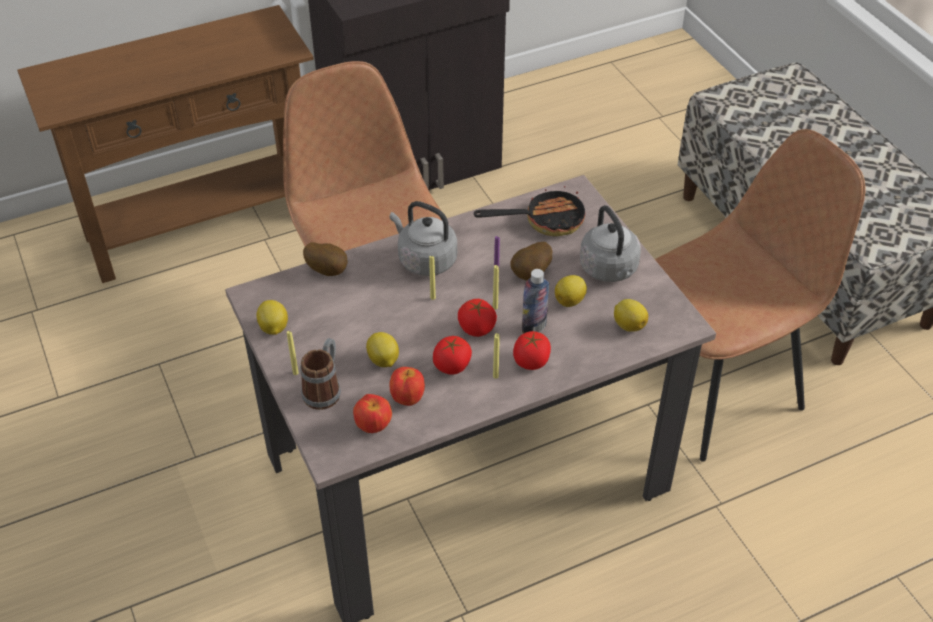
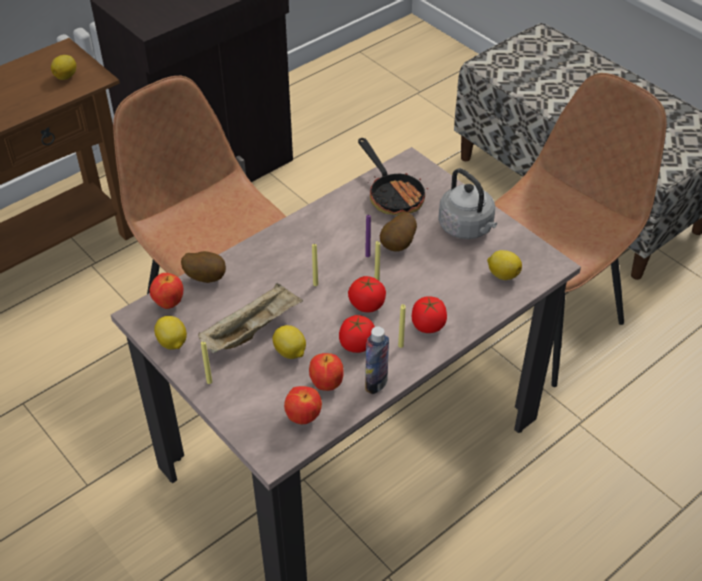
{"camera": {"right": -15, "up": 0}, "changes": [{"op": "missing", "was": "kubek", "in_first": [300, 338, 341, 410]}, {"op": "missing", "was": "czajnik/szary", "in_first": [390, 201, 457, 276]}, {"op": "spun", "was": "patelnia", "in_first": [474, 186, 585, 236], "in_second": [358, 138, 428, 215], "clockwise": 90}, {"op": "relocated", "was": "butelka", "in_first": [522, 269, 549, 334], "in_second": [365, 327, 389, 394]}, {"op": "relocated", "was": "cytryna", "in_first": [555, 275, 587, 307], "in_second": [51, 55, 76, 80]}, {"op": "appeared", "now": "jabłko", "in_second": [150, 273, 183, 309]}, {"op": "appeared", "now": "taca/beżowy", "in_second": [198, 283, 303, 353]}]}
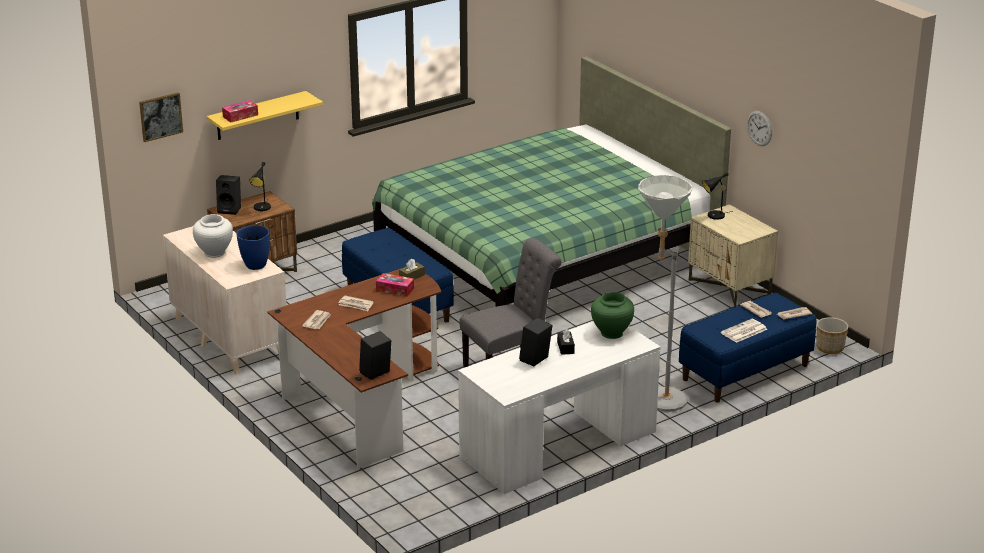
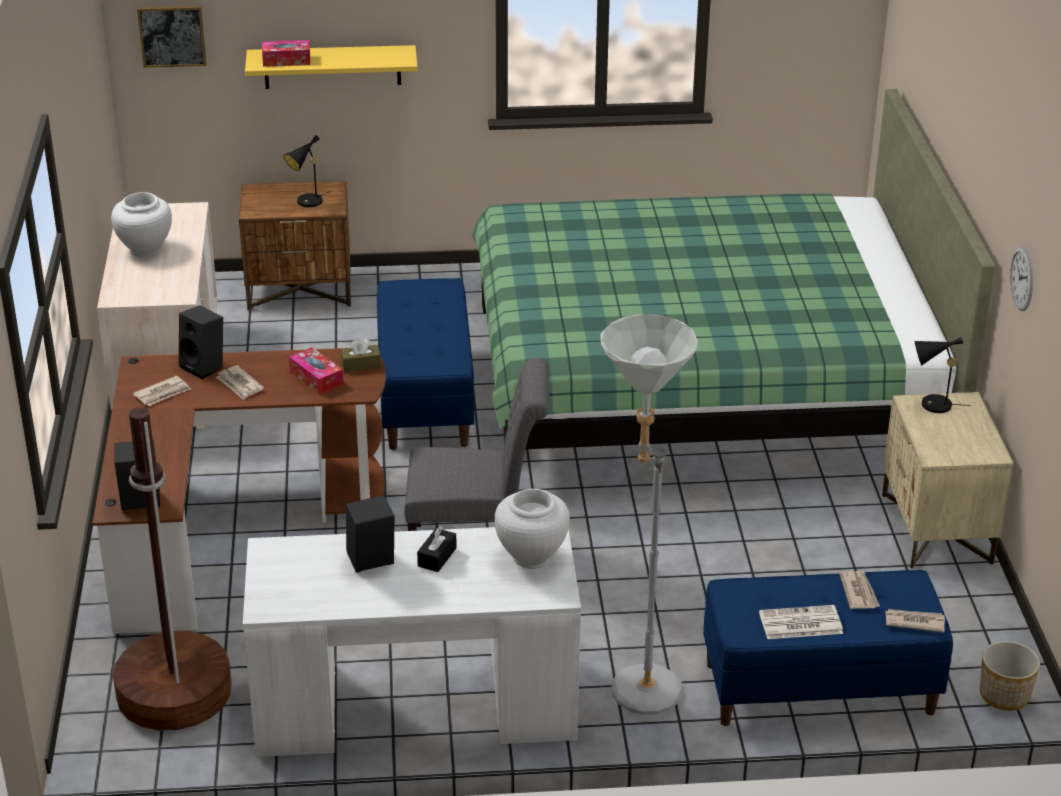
{"camera": {"right": 30, "up": 5}, "changes": [{"op": "relocated", "was": "głośnik/czarny", "in_first": [216, 175, 241, 215], "in_second": [179, 305, 223, 379]}, {"op": "missing", "was": "wazon/niebieski", "in_first": [236, 225, 270, 270]}, {"op": "colour", "was": "wazon/zielony", "now": "wazon/biały", "in_first": [591, 292, 634, 339], "in_second": [495, 489, 570, 569]}, {"op": "appeared", "now": "lampa stojąca/brązowy", "in_second": [113, 407, 232, 731]}]}
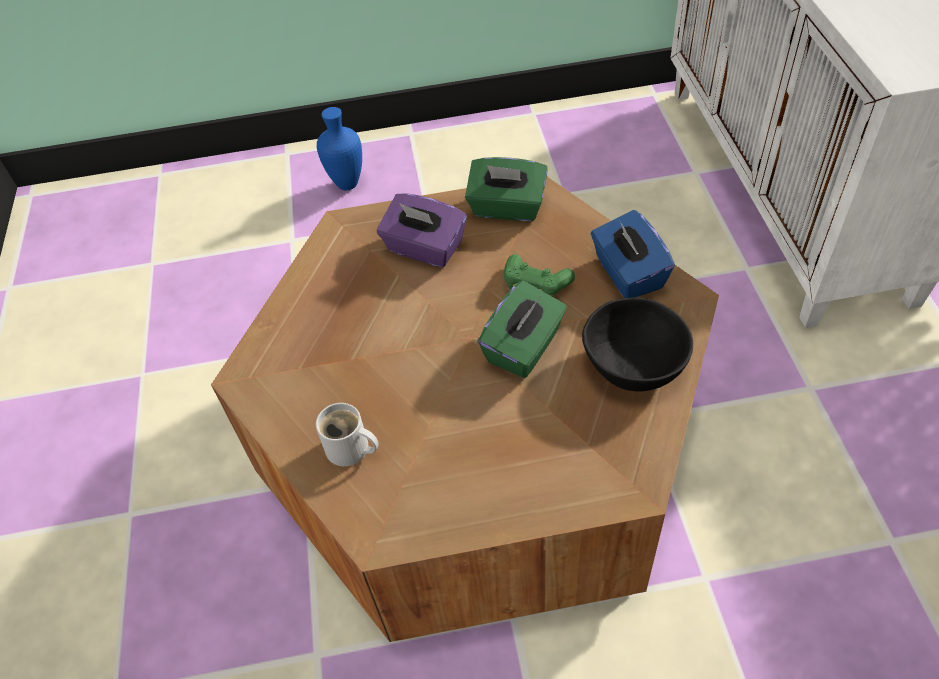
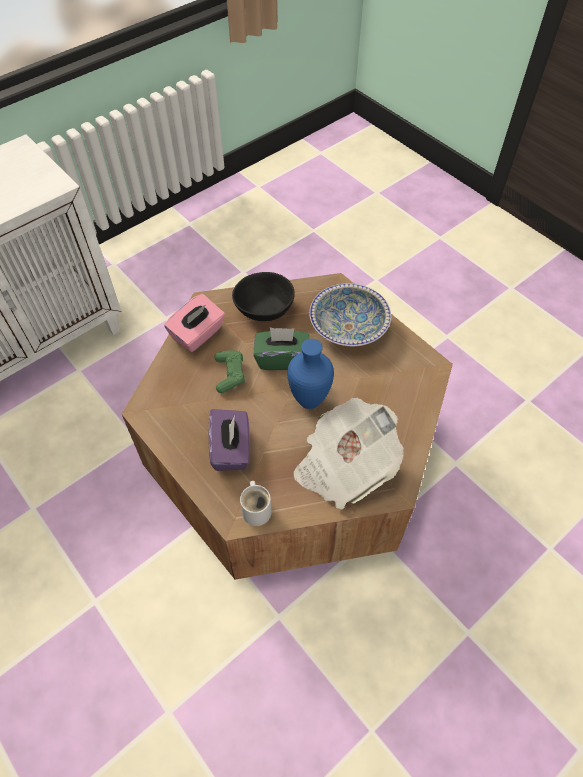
{"camera": {"right": -125, "up": 5}, "changes": [{"op": "relocated", "was": "kubek/biały", "in_first": [316, 403, 379, 466], "in_second": [240, 481, 272, 526]}, {"op": "relocated", "was": "wazon/niebieski", "in_first": [317, 107, 362, 190], "in_second": [287, 339, 334, 409]}, {"op": "missing", "was": "pudełko chusteczek/zielony", "in_first": [465, 157, 548, 221]}, {"op": "colour", "was": "pudełko chusteczek/niebieski", "now": "pudełko chusteczek/różowy", "in_first": [591, 210, 675, 298], "in_second": [164, 294, 225, 352]}, {"op": "appeared", "now": "gazeta", "in_second": [293, 398, 404, 510]}, {"op": "appeared", "now": "miska", "in_second": [309, 283, 391, 346]}]}
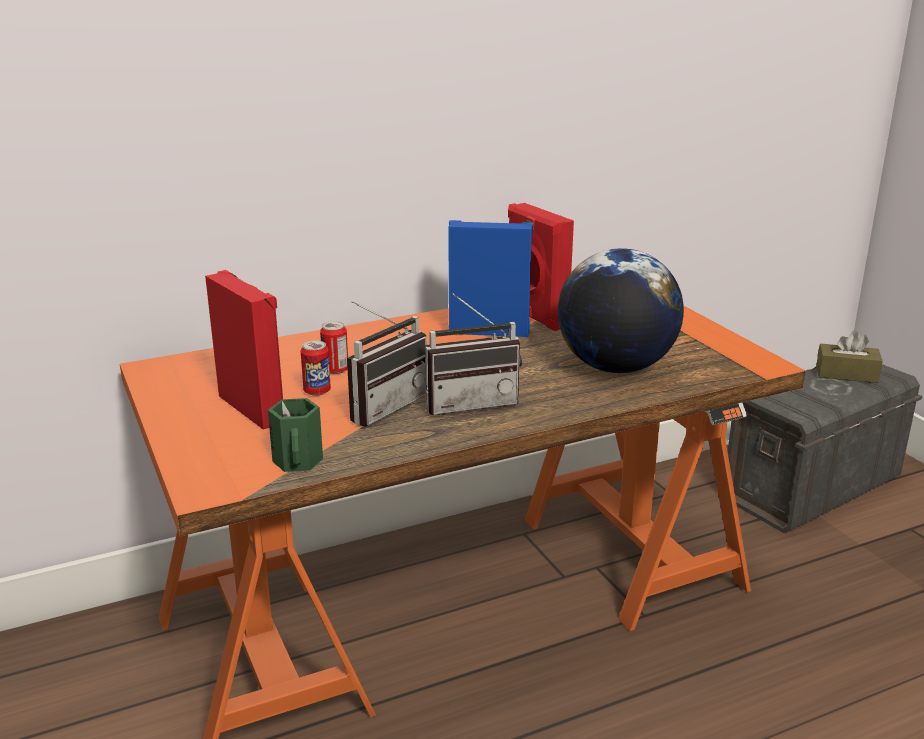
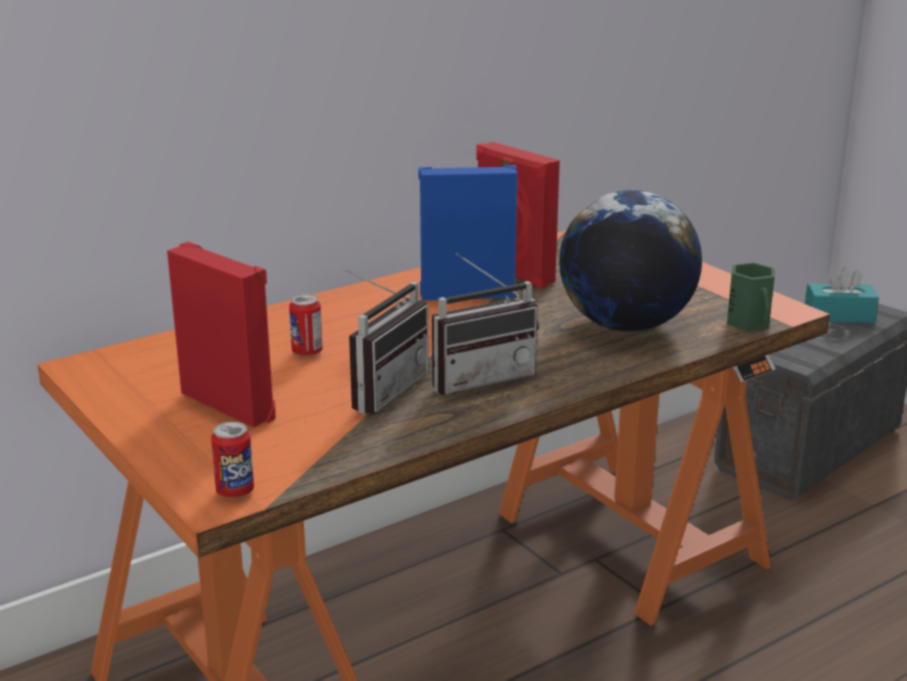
{"camera": {"right": -10, "up": 0}, "changes": [{"op": "relocated", "was": "kubek/zielony", "in_first": [268, 398, 323, 472], "in_second": [727, 263, 775, 331]}, {"op": "relocated", "was": "puszka", "in_first": [301, 341, 331, 396], "in_second": [211, 422, 254, 499]}, {"op": "colour", "was": "pudełko chusteczek/brązowy", "now": "pudełko chusteczek/turkusowy", "in_first": [816, 330, 883, 383], "in_second": [805, 266, 879, 323]}]}
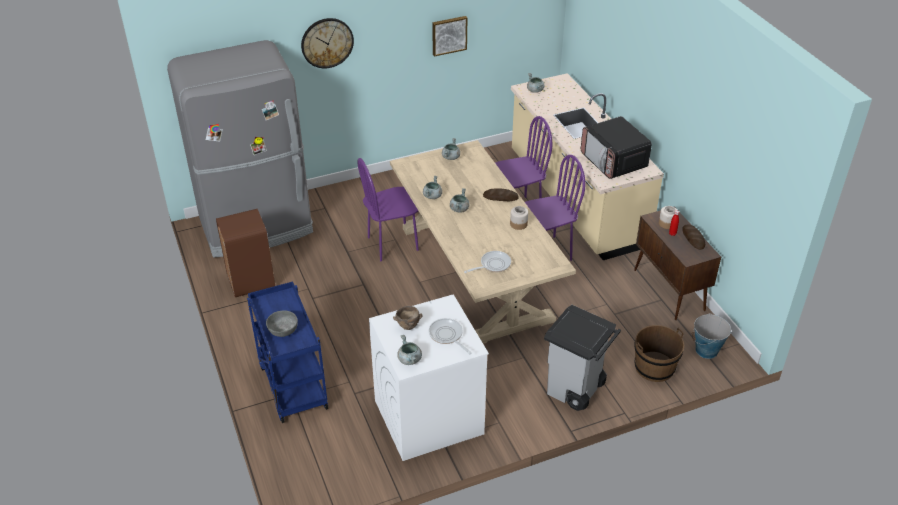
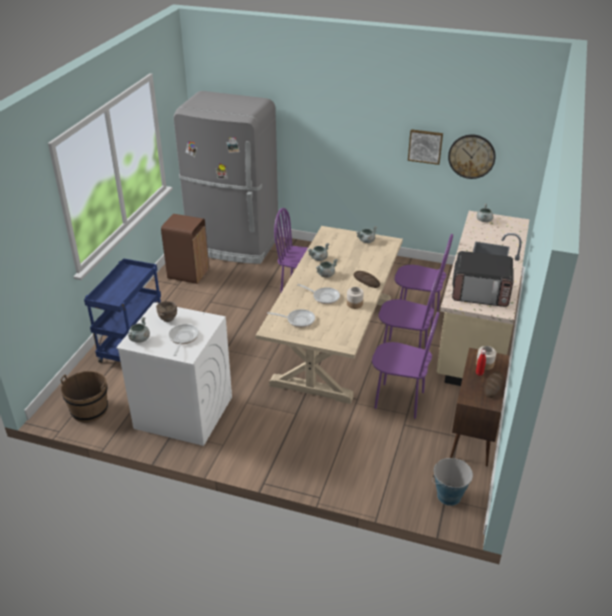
{"camera": {"right": 40, "up": -5}, "changes": [{"op": "missing", "was": "miska/szary", "in_first": [266, 310, 298, 337]}, {"op": "relocated", "was": "zegar ścienny", "in_first": [301, 18, 354, 68], "in_second": [448, 135, 496, 179]}, {"op": "missing", "was": "kosz na śmieci/szary", "in_first": [544, 305, 621, 411]}, {"op": "spun", "was": "mikrofalówka", "in_first": [581, 116, 652, 179], "in_second": [452, 251, 514, 307], "clockwise": -90}, {"op": "relocated", "was": "wiadro/brązowy", "in_first": [634, 325, 684, 382], "in_second": [60, 371, 108, 422]}, {"op": "appeared", "now": "patelnia", "in_second": [297, 284, 340, 304]}, {"op": "appeared", "now": "krzesło/fioletowy", "in_second": [372, 312, 440, 419]}]}
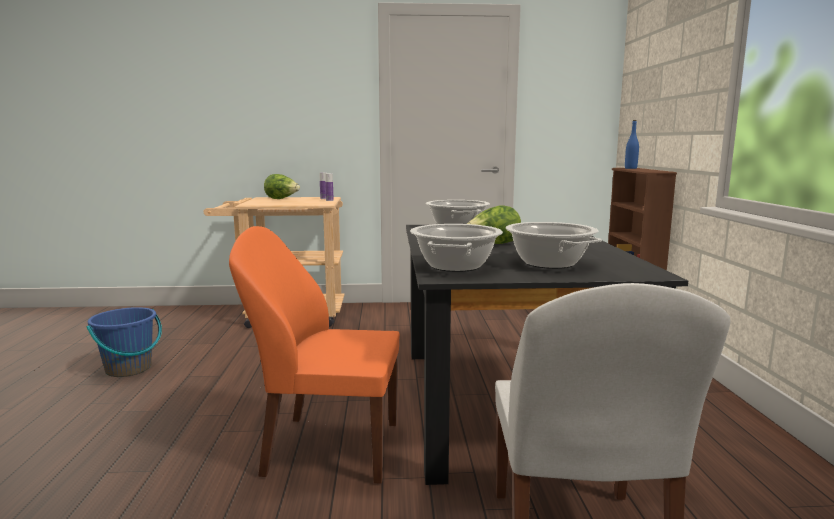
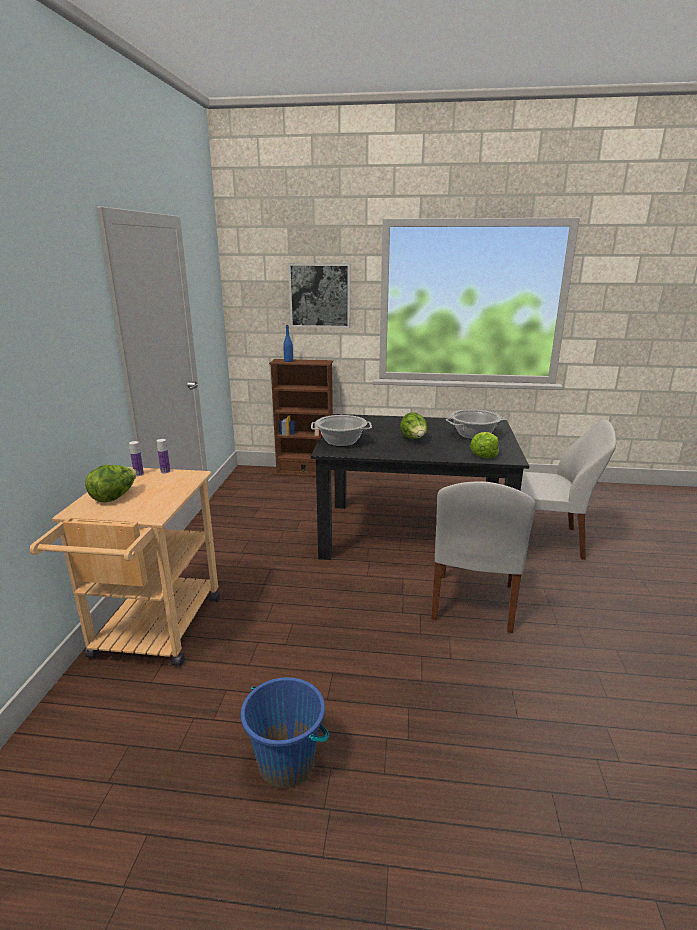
{"camera": {"right": -80, "up": 10}, "changes": [{"op": "colour", "was": "krzesło/pomarańczowy", "now": "krzesło/biały", "in_first": [229, 226, 400, 484], "in_second": [431, 481, 536, 633]}, {"op": "exchanged", "was": "garnek", "now": "sałata", "in_first": [410, 224, 503, 272], "in_second": [470, 432, 499, 458]}, {"op": "appeared", "now": "obraz", "in_second": [288, 263, 350, 328]}]}
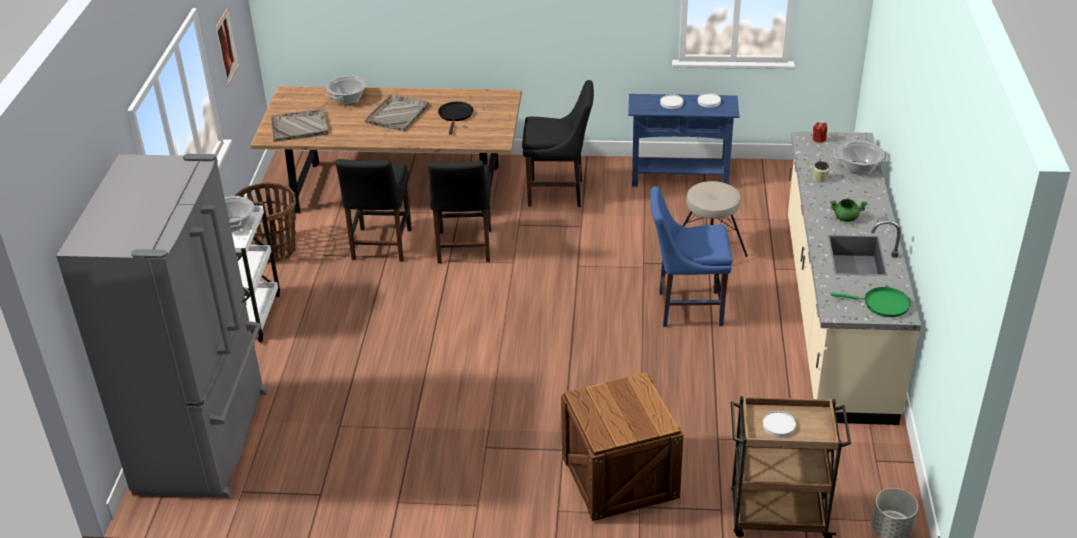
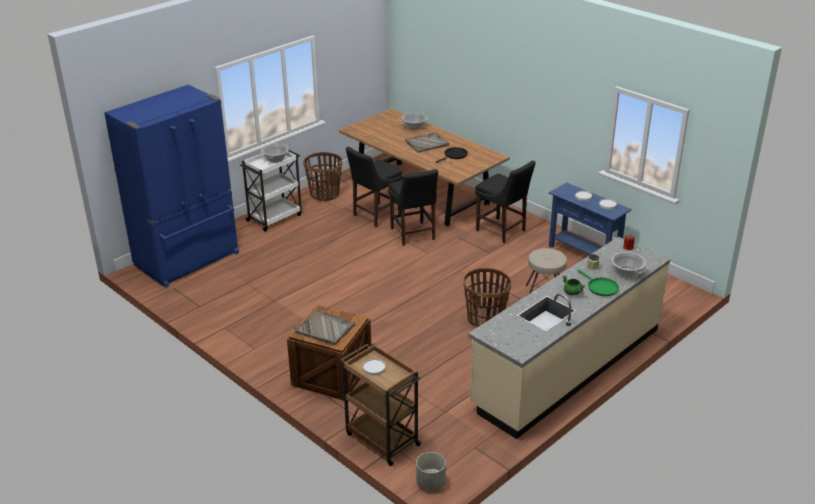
{"camera": {"right": 40, "up": -5}, "changes": [{"op": "colour", "was": "lodówka/szary", "now": "lodówka/niebieski", "in_first": [56, 154, 268, 498], "in_second": [104, 85, 239, 287]}, {"op": "missing", "was": "obraz", "in_first": [216, 8, 239, 86]}, {"op": "relocated", "was": "taca/szary", "in_first": [271, 109, 329, 142], "in_second": [295, 310, 355, 345]}, {"op": "spun", "was": "krzesło/czarny", "in_first": [428, 160, 491, 264], "in_second": [388, 169, 438, 246], "clockwise": -60}, {"op": "exchanged", "was": "krzesło/niebieski", "now": "koszyk", "in_first": [650, 186, 733, 327], "in_second": [463, 268, 511, 327]}, {"op": "relocated", "was": "patelnia/zielony", "in_first": [831, 287, 911, 317], "in_second": [577, 269, 619, 296]}]}
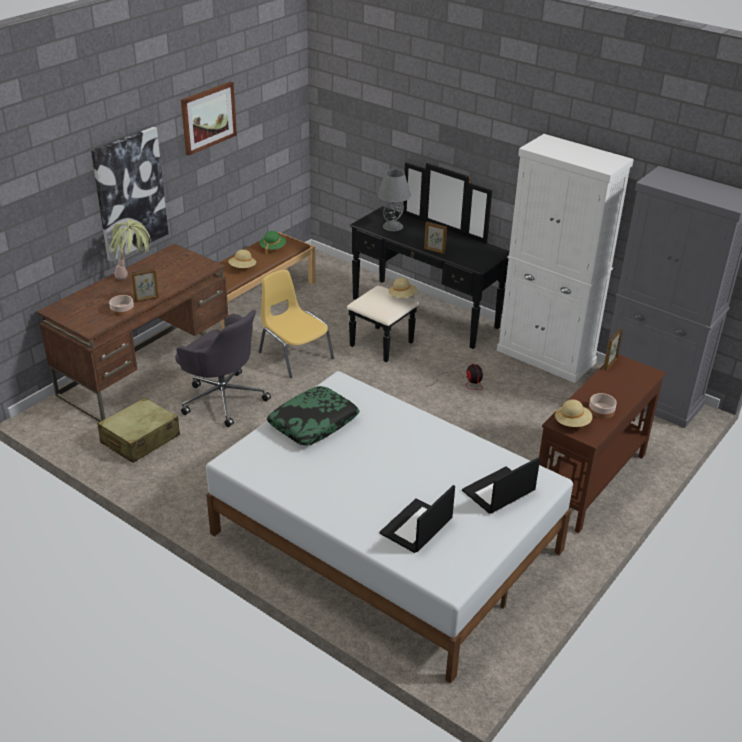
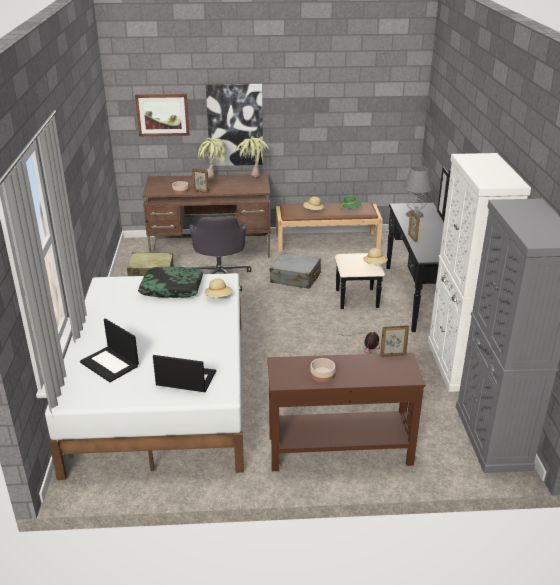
{"camera": {"right": 50, "up": -5}, "changes": [{"op": "relocated", "was": "obraz", "in_first": [181, 82, 237, 156], "in_second": [135, 94, 190, 136]}, {"op": "exchanged", "was": "krzesło/żółty", "now": "walizka/szary", "in_first": [259, 270, 334, 378], "in_second": [270, 253, 321, 289]}, {"op": "spun", "was": "laptop", "in_first": [380, 485, 455, 553], "in_second": [80, 318, 139, 382], "clockwise": -135}, {"op": "relocated", "was": "kapelusz/beżowy", "in_first": [554, 400, 592, 427], "in_second": [204, 279, 232, 298]}, {"op": "appeared", "now": "roślina doniczkowa", "in_second": [235, 136, 270, 177]}]}
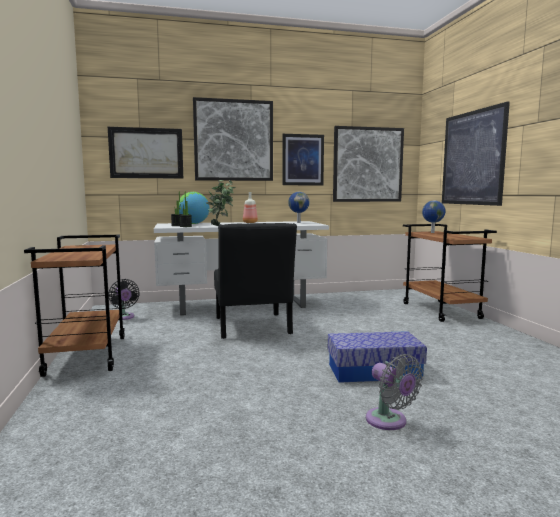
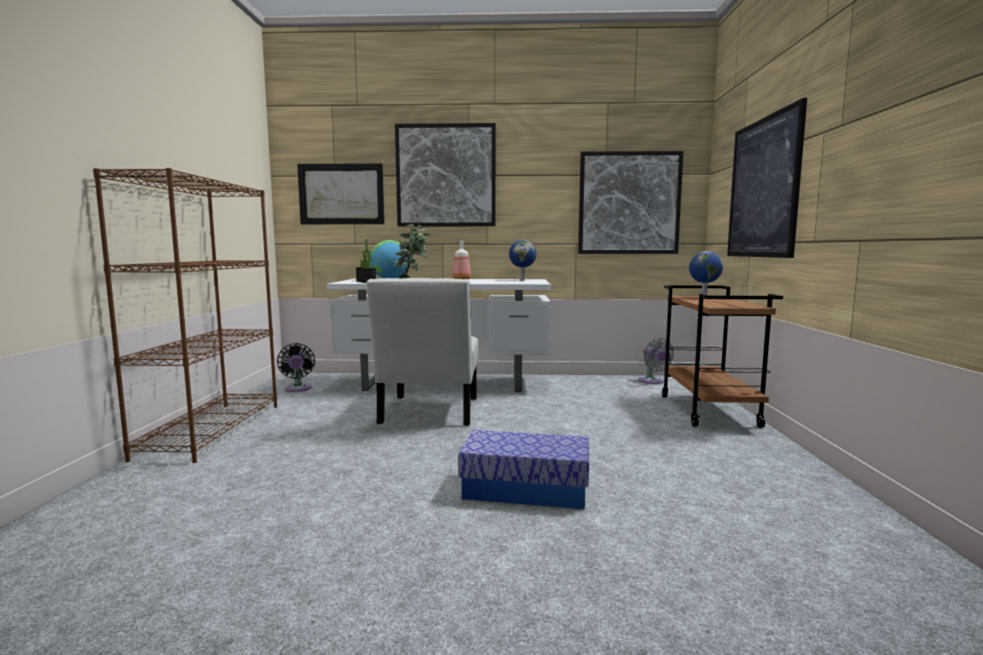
{"camera": {"right": 15, "up": 0}, "changes": [{"op": "exchanged", "was": "wózek/brązowy", "now": "regał/brązowy", "in_first": [24, 235, 125, 377], "in_second": [93, 168, 277, 463]}, {"op": "colour", "was": "krzesło/czarny", "now": "krzesło/biały", "in_first": [214, 223, 297, 339], "in_second": [366, 278, 478, 426]}, {"op": "missing", "was": "obraz", "in_first": [282, 134, 324, 185]}, {"op": "relocated", "was": "wentylator/szary", "in_first": [366, 354, 423, 430], "in_second": [638, 338, 674, 384]}]}
